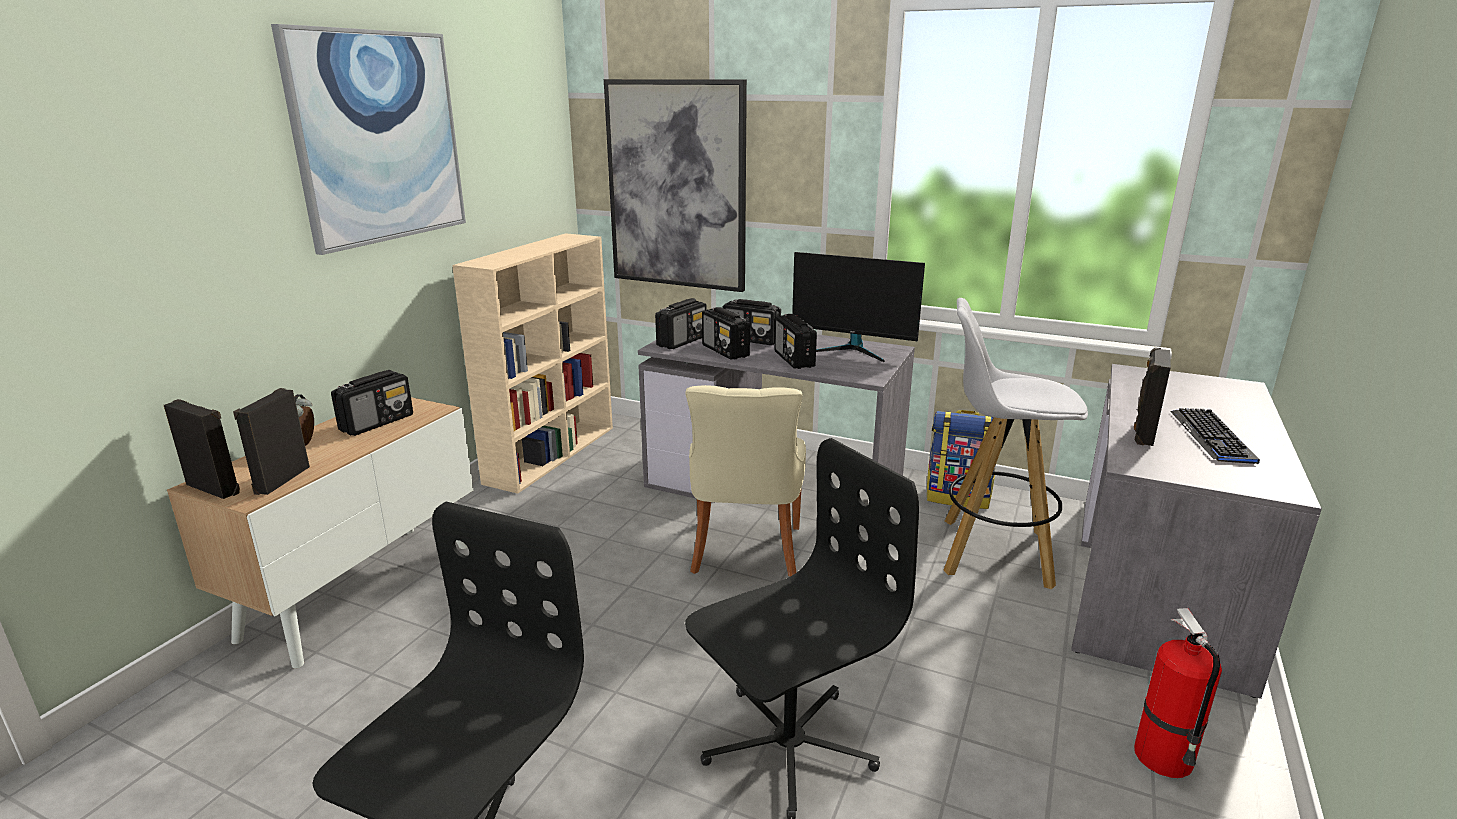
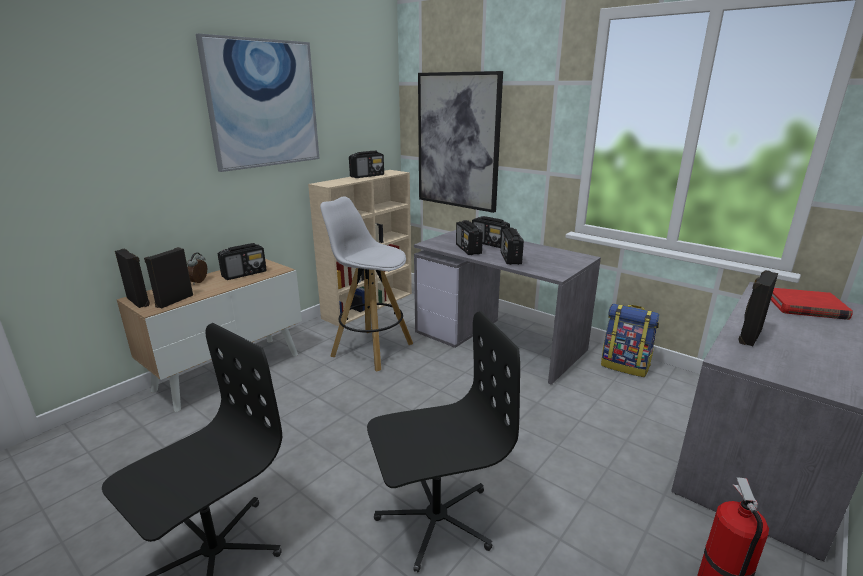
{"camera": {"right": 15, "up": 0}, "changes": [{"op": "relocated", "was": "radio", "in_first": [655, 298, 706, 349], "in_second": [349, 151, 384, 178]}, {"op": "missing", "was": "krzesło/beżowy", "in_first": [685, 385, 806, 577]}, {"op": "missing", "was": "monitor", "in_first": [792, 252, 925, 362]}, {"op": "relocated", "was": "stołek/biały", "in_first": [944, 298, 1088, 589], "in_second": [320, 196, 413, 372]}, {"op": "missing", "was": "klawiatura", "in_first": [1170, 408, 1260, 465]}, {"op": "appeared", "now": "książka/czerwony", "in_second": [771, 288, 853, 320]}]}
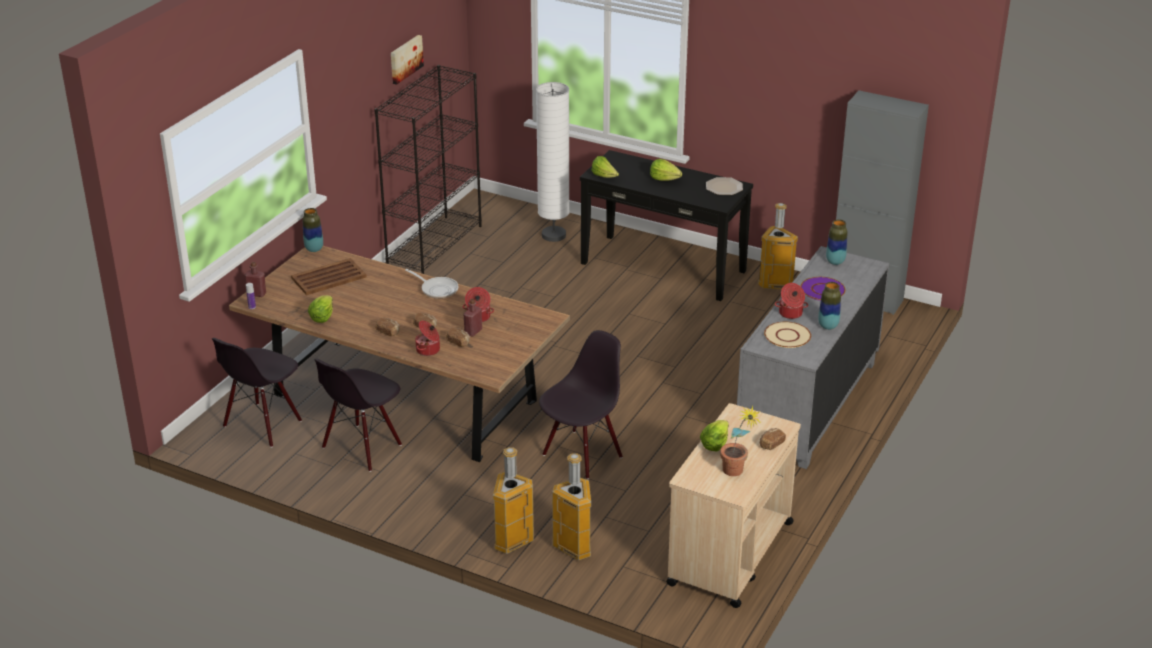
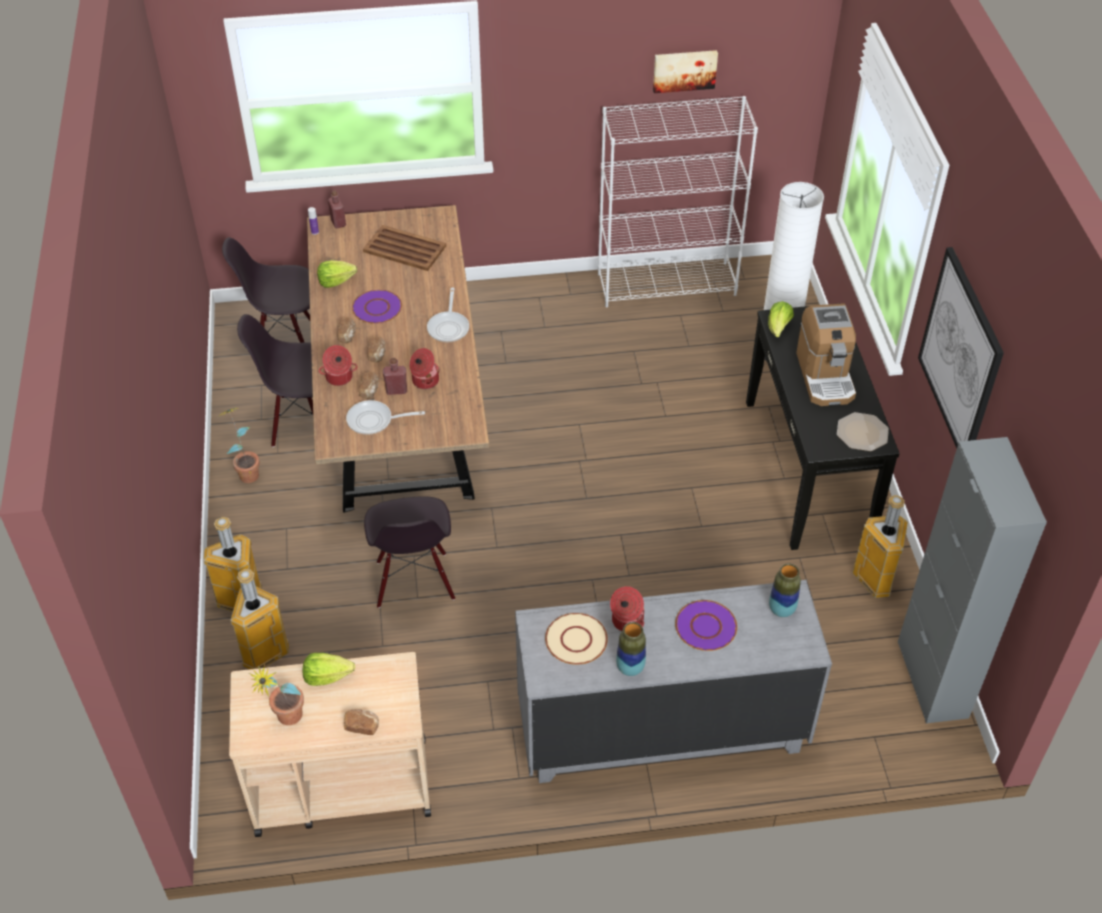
{"camera": {"right": 55, "up": 15}, "changes": [{"op": "missing", "was": "wazon", "in_first": [303, 208, 323, 252]}, {"op": "colour", "was": "regał/czarny", "now": "regał/biały", "in_first": [374, 65, 482, 274], "in_second": [598, 96, 758, 307]}, {"op": "spun", "was": "krzesło/czarny", "in_first": [539, 330, 623, 479], "in_second": [364, 496, 455, 608], "clockwise": 75}, {"op": "exchanged", "was": "sałata", "now": "ekspres do kawy", "in_first": [650, 159, 682, 181], "in_second": [796, 303, 856, 406]}, {"op": "appeared", "now": "roślina doniczkowa", "in_second": [221, 407, 260, 483]}, {"op": "appeared", "now": "patelnia", "in_second": [346, 400, 425, 435]}, {"op": "appeared", "now": "talerz/fioletowy", "in_second": [352, 290, 402, 324]}, {"op": "appeared", "now": "obraz", "in_second": [918, 247, 1004, 448]}]}
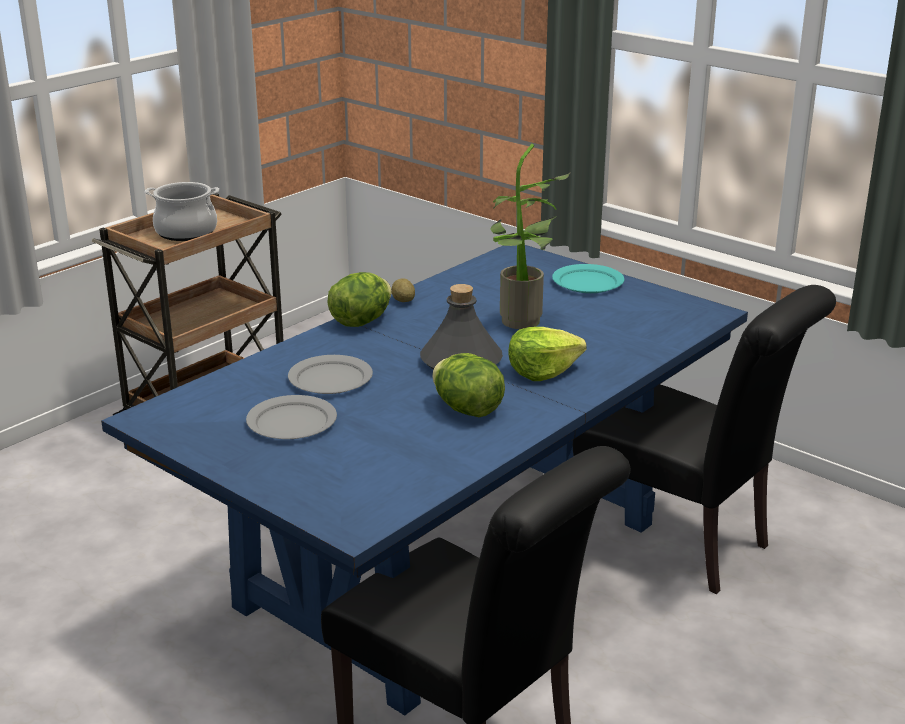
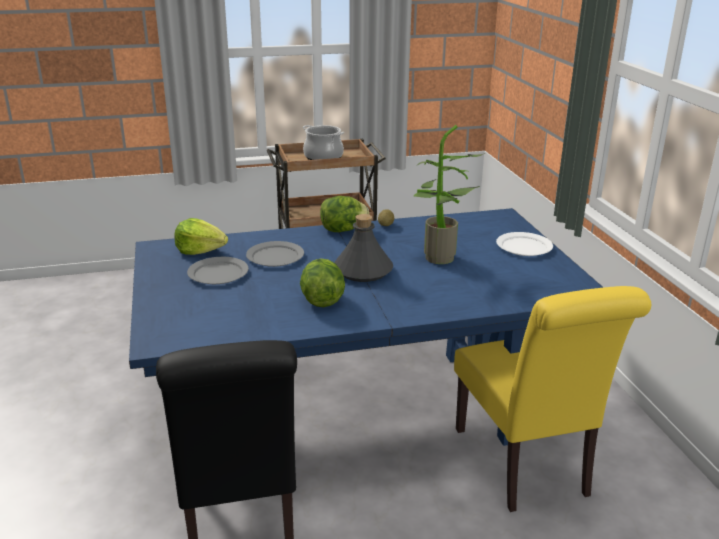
{"camera": {"right": 35, "up": 0}, "changes": [{"op": "relocated", "was": "sałata", "in_first": [508, 327, 587, 381], "in_second": [174, 218, 228, 255]}, {"op": "colour", "was": "talerz/turkusowy", "now": "talerz/biały", "in_first": [552, 264, 624, 293], "in_second": [496, 232, 553, 256]}, {"op": "colour", "was": "krzesło/czarny", "now": "krzesło/żółty", "in_first": [573, 285, 836, 594], "in_second": [454, 286, 651, 512]}]}
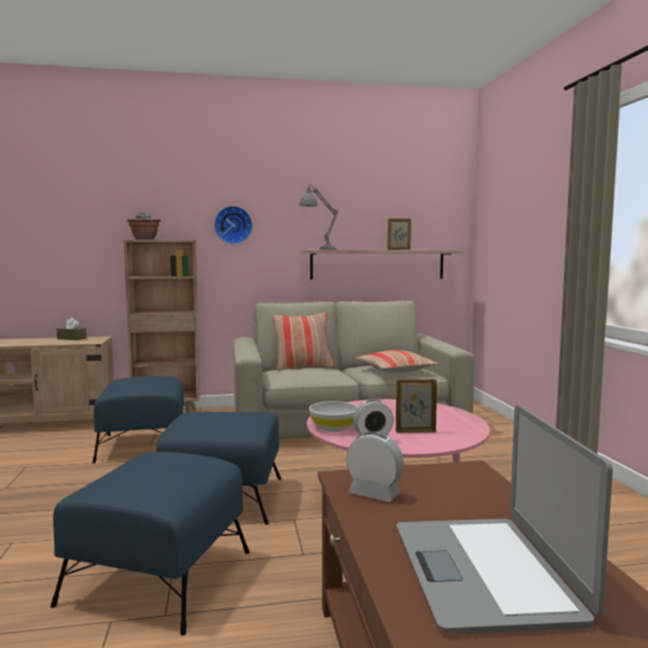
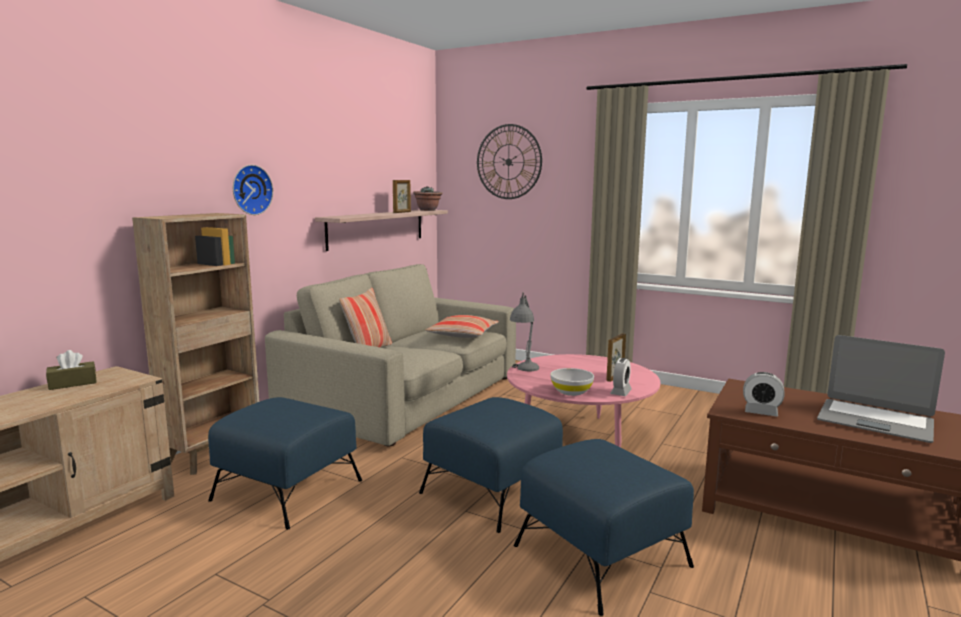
{"camera": {"right": -50, "up": 5}, "changes": [{"op": "relocated", "was": "roślina doniczkowa", "in_first": [127, 212, 161, 240], "in_second": [413, 186, 442, 211]}, {"op": "relocated", "was": "lampa stołowa/szary", "in_first": [299, 184, 338, 250], "in_second": [510, 292, 539, 371]}, {"op": "spun", "was": "budzik", "in_first": [346, 432, 404, 502], "in_second": [743, 372, 785, 417], "clockwise": -135}, {"op": "appeared", "now": "zegar ścienny", "in_second": [477, 124, 542, 199]}]}
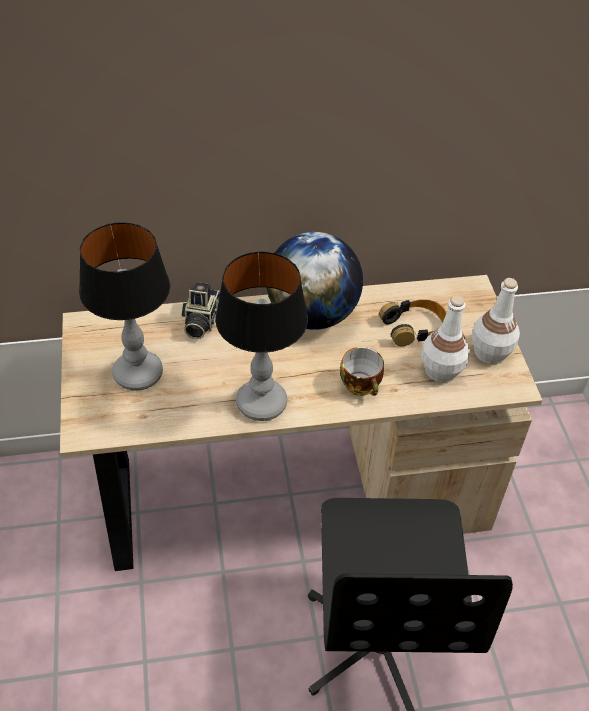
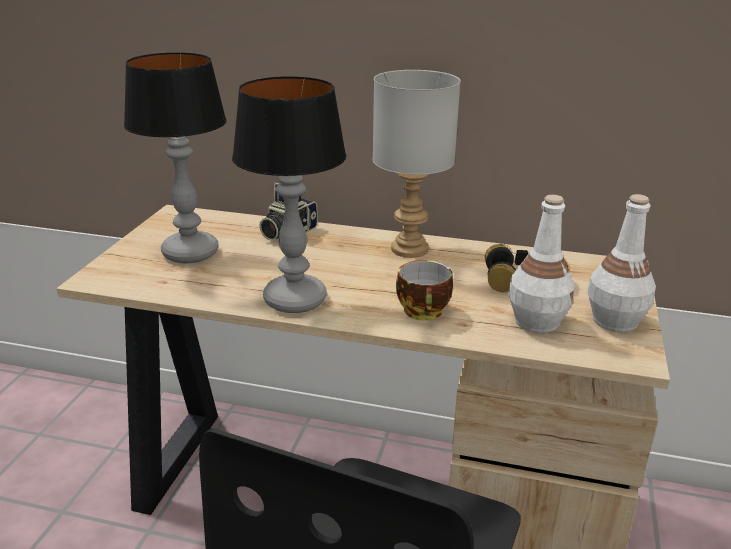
{"camera": {"right": 25, "up": -20}, "changes": [{"op": "exchanged", "was": "globus", "now": "lampa stołowa/szary", "in_first": [266, 232, 363, 330], "in_second": [373, 70, 461, 258]}]}
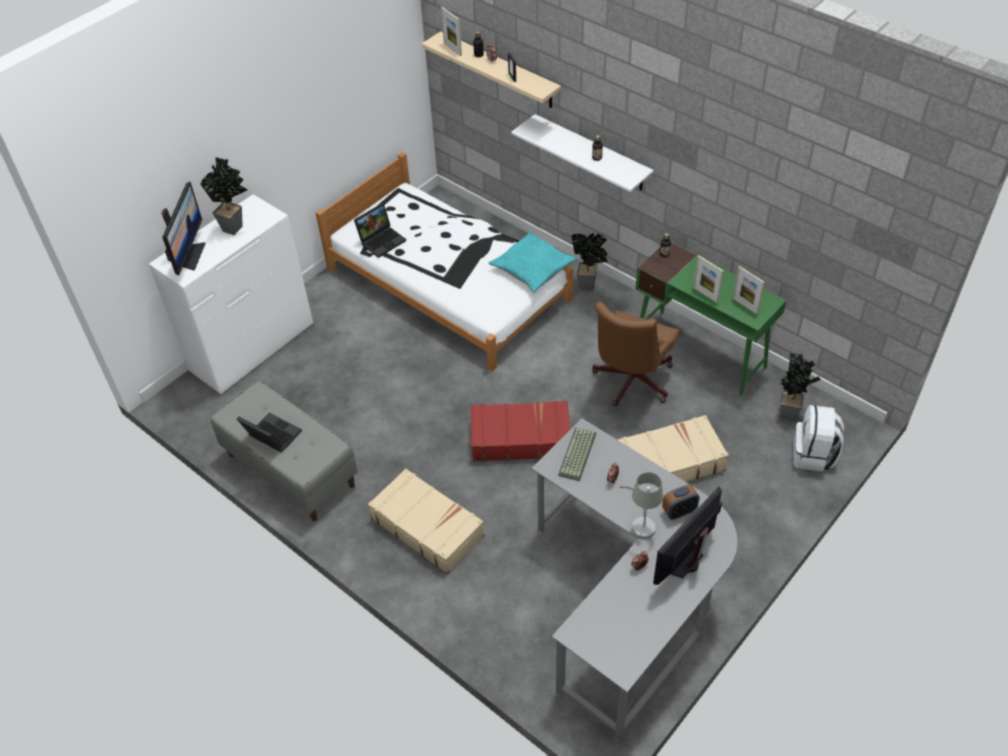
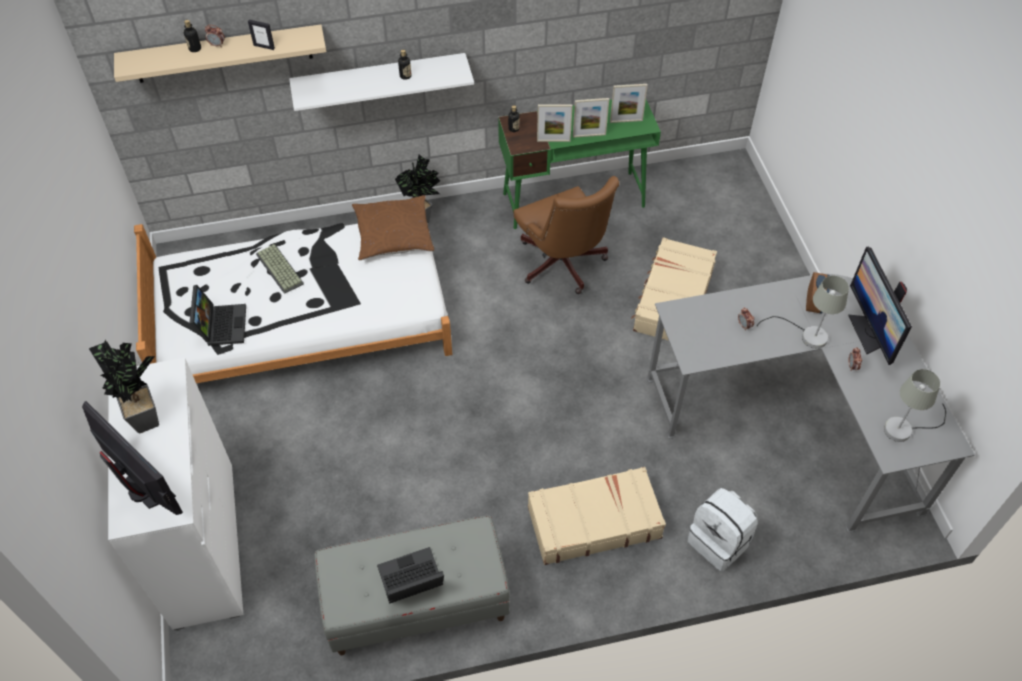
{"camera": {"right": -55, "up": 5}, "changes": [{"op": "relocated", "was": "ramka na zdjęcie", "in_first": [441, 7, 462, 56], "in_second": [537, 104, 573, 142]}, {"op": "missing", "was": "walizka/czerwony", "in_first": [471, 401, 570, 462]}, {"op": "colour", "was": "poduszka/turkusowy", "now": "poduszka/brązowy", "in_first": [488, 231, 576, 292], "in_second": [352, 195, 434, 260]}, {"op": "relocated", "was": "klawiatura", "in_first": [558, 427, 596, 481], "in_second": [256, 244, 304, 294]}, {"op": "missing", "was": "roślina doniczkowa", "in_first": [780, 353, 821, 422]}, {"op": "relocated", "was": "plecak/biały", "in_first": [793, 405, 844, 472], "in_second": [687, 488, 758, 571]}, {"op": "appeared", "now": "lampa stołowa/szary", "in_second": [884, 369, 946, 442]}]}
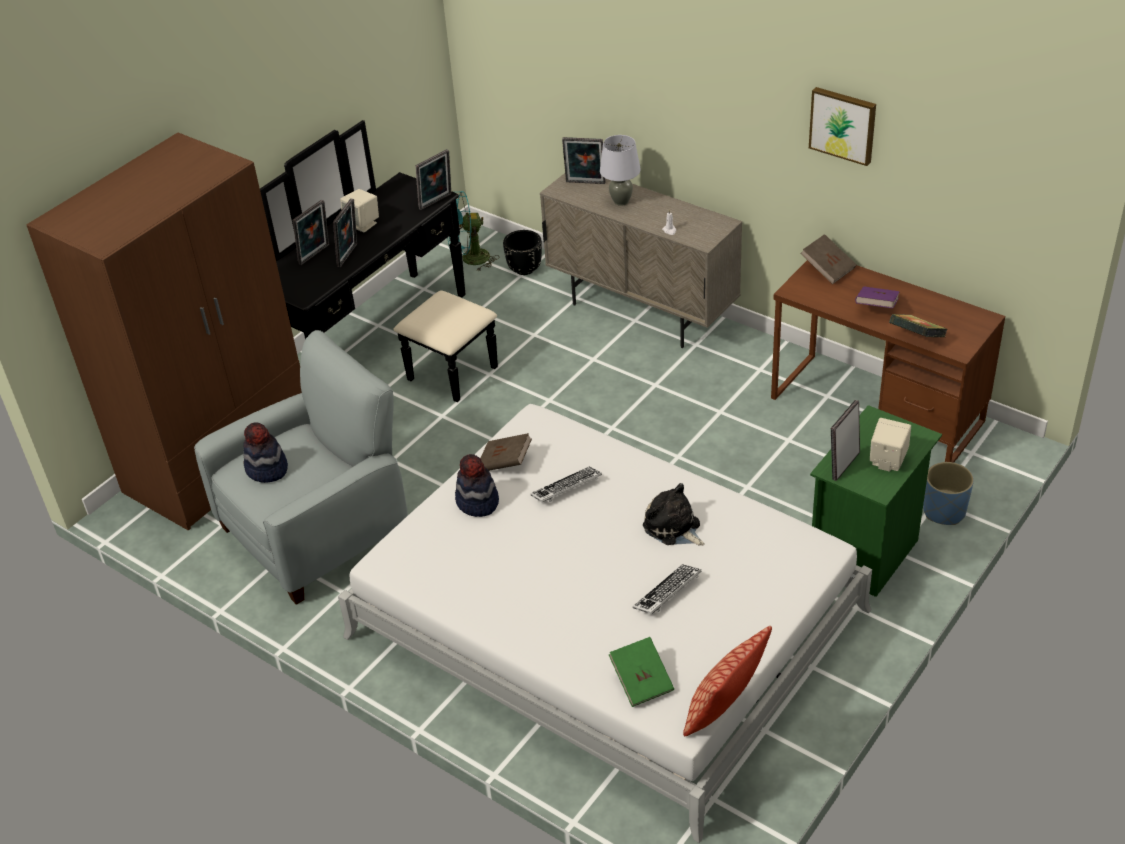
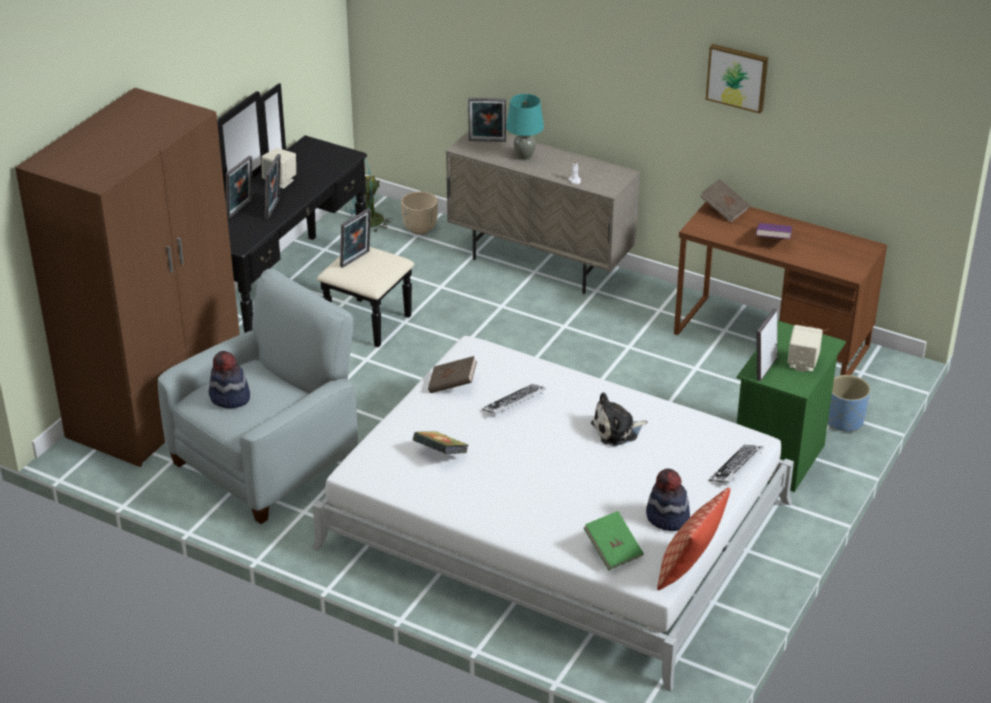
{"camera": {"right": -10, "up": -5}, "changes": [{"op": "relocated", "was": "ramka na zdjęcie", "in_first": [416, 149, 451, 210], "in_second": [340, 208, 371, 268]}, {"op": "relocated", "was": "kapelusz", "in_first": [455, 454, 499, 517], "in_second": [646, 469, 690, 531]}, {"op": "colour", "was": "donica/czarny", "now": "donica/beżowy", "in_first": [503, 230, 542, 275], "in_second": [401, 191, 438, 235]}, {"op": "colour", "was": "lampa stołowa/szary", "now": "lampa stołowa/turkusowy", "in_first": [600, 135, 641, 206], "in_second": [506, 94, 544, 160]}, {"op": "relocated", "was": "klawiatura", "in_first": [633, 564, 702, 614], "in_second": [709, 445, 764, 483]}, {"op": "spun", "was": "pluszak", "in_first": [643, 483, 705, 546], "in_second": [591, 392, 647, 446], "clockwise": -60}, {"op": "relocated", "was": "książka", "in_first": [889, 314, 947, 337], "in_second": [413, 431, 468, 454]}]}
